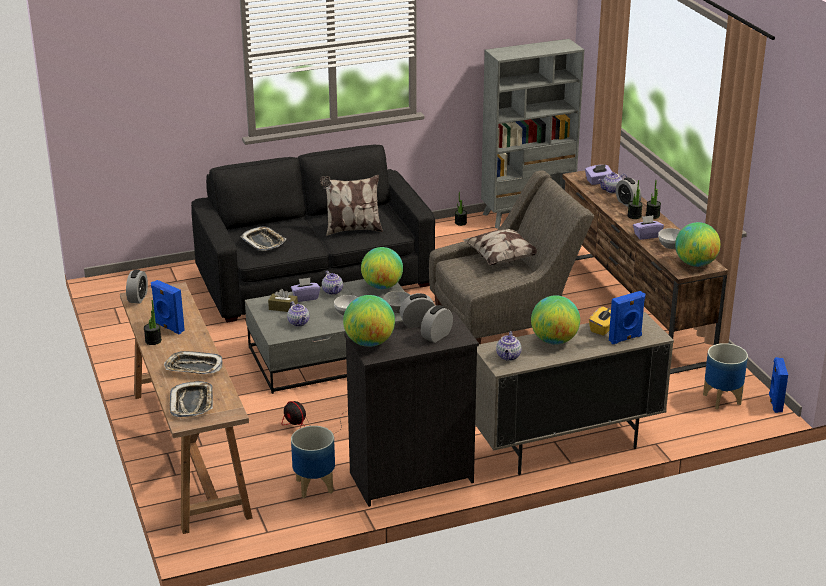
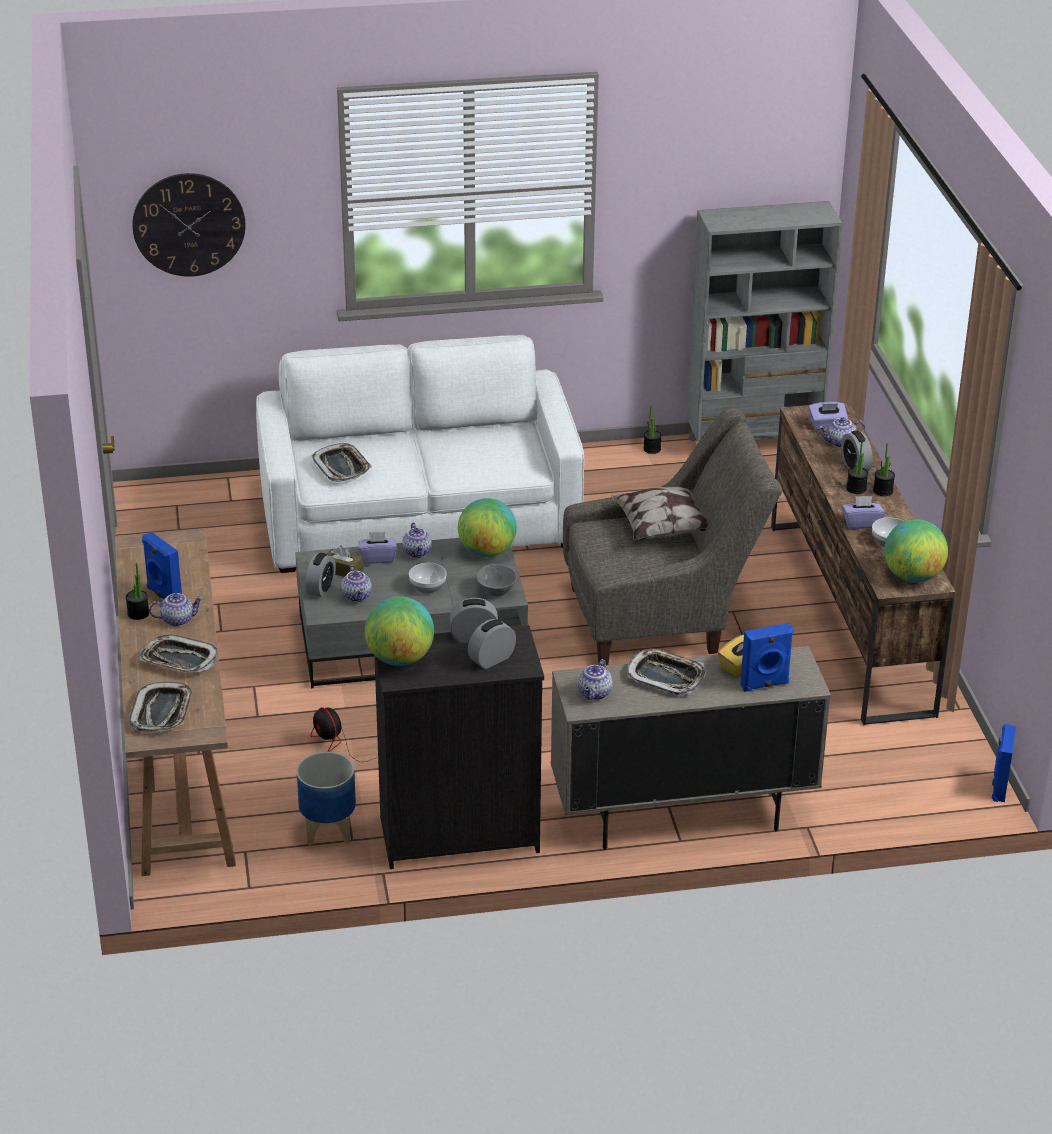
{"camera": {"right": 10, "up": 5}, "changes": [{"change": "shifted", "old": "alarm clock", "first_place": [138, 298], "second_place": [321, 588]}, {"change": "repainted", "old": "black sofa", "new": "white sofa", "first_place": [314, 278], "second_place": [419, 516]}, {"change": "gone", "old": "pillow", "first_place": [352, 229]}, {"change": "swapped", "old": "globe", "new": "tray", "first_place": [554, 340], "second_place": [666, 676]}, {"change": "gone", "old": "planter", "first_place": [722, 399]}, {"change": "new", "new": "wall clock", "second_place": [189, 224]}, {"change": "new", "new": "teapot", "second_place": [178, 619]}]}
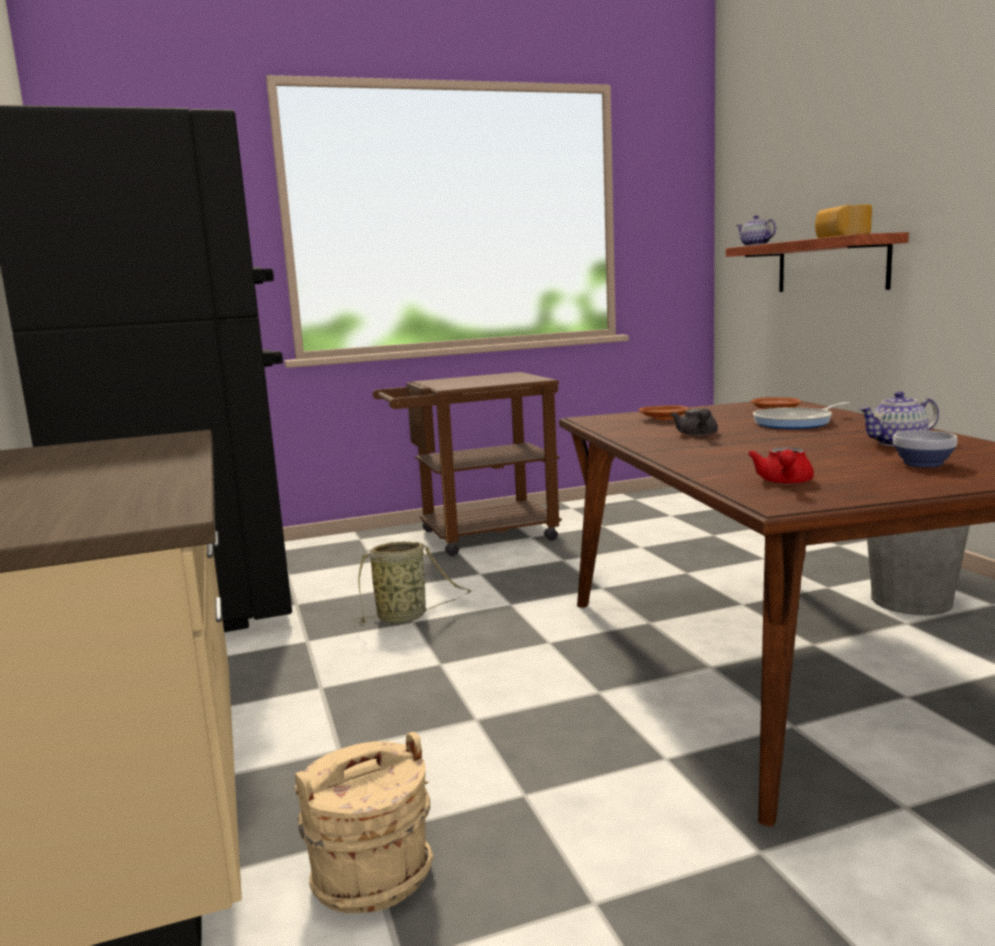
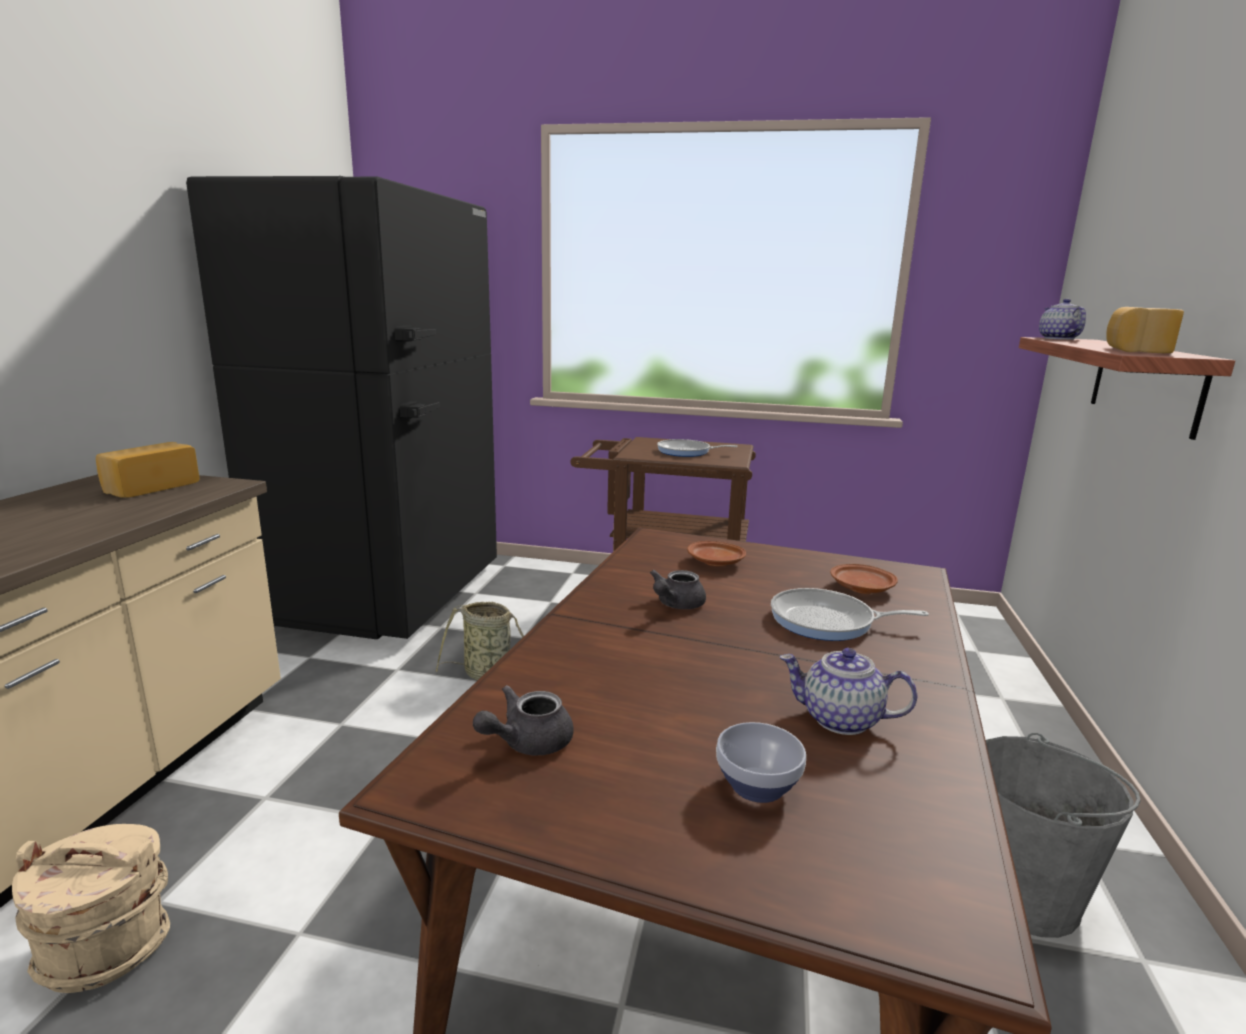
{"camera": {"right": 30, "up": 5}, "changes": [{"change": "repainted", "old": "red teapot", "new": "grey teapot", "first_place": [784, 482], "second_place": [527, 742]}, {"change": "new", "new": "bread", "second_place": [150, 487]}, {"change": "new", "new": "frying pan", "second_place": [686, 452]}]}
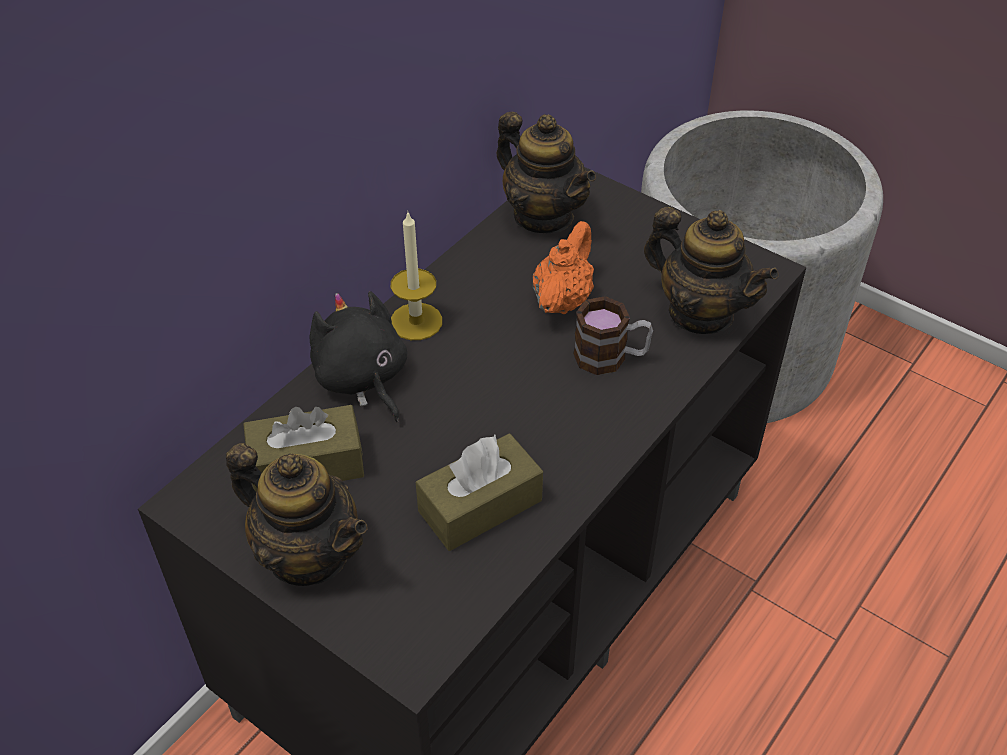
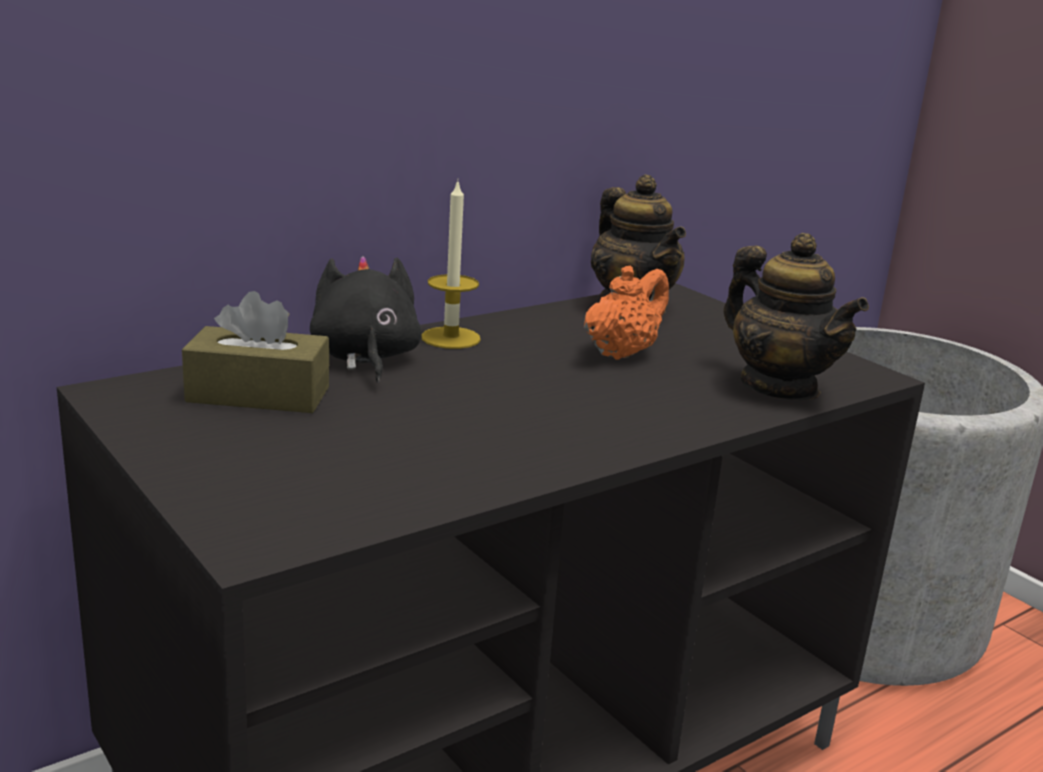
{"camera": {"right": 15, "up": -25}, "changes": [{"change": "gone", "old": "teapot", "first_place": [308, 554]}, {"change": "gone", "old": "brown tissue box", "first_place": [480, 506]}, {"change": "gone", "old": "mug", "first_place": [611, 357]}]}
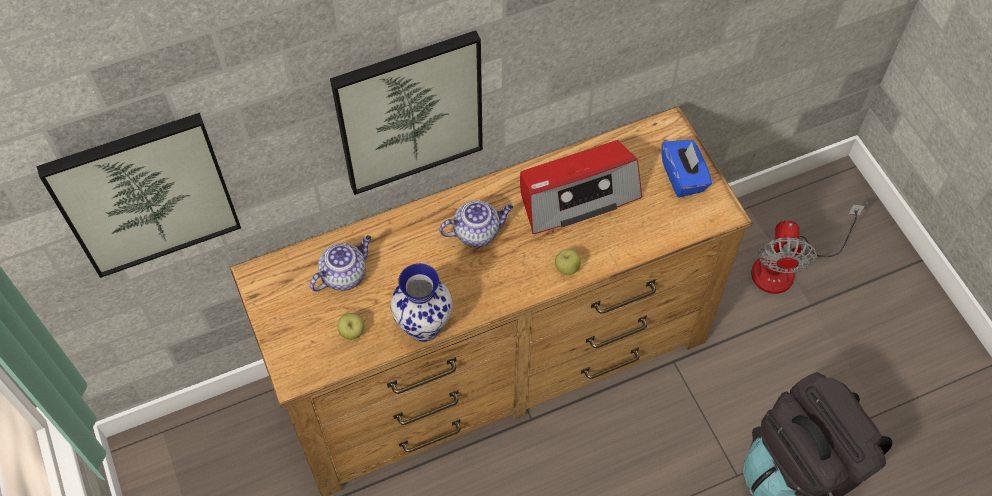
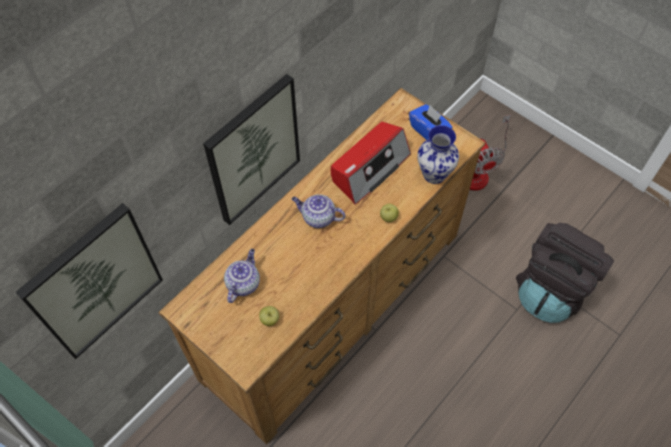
{"camera": {"right": -25, "up": 0}, "changes": [{"change": "shifted", "old": "vase", "first_place": [425, 327], "second_place": [435, 174]}, {"change": "rotated", "old": "teapot", "first_place": [477, 232], "second_place": [318, 218], "degrees": -120}]}
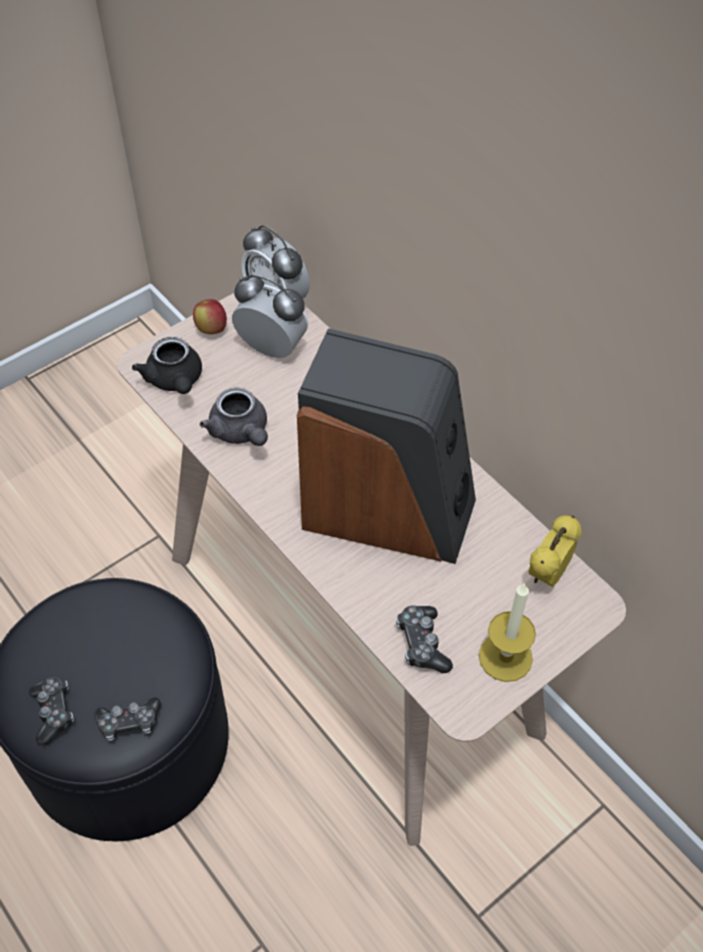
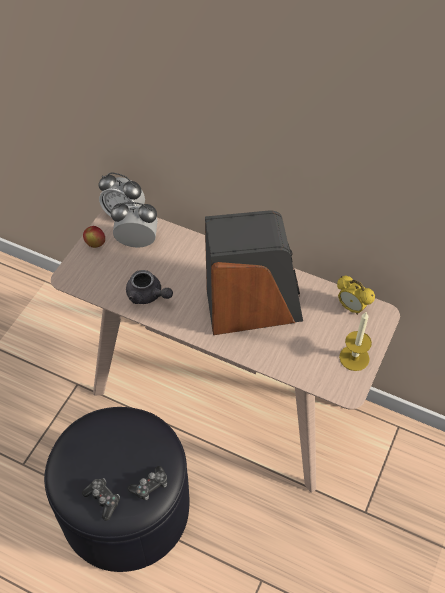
{"camera": {"right": -25, "up": 0}, "changes": [{"change": "gone", "old": "black teapot", "first_place": [175, 381]}, {"change": "gone", "old": "game controller", "first_place": [422, 644]}, {"change": "rotated", "old": "alarm clock", "first_place": [547, 574], "second_place": [351, 308], "degrees": -60}]}
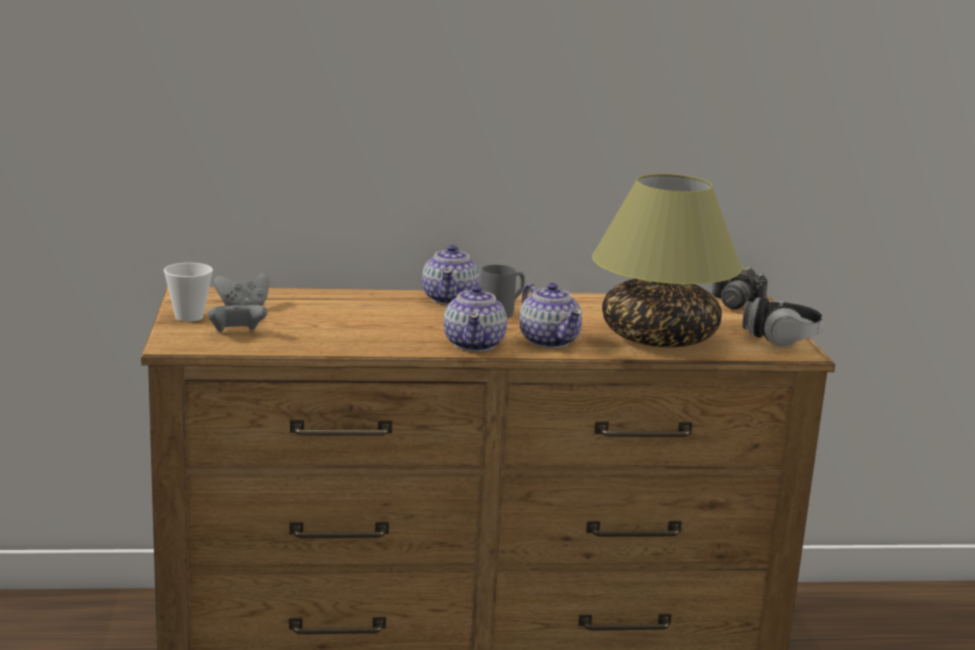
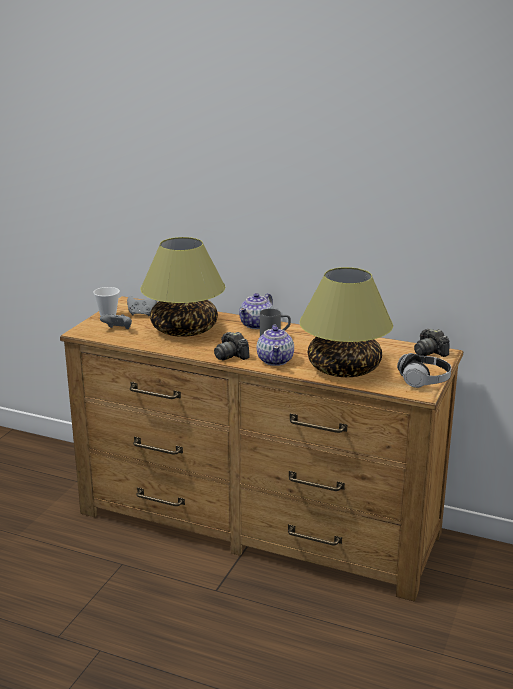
{"camera": {"right": 30, "up": 5}, "changes": [{"change": "swapped", "old": "teapot", "new": "photo camera", "first_place": [475, 344], "second_place": [231, 355]}, {"change": "new", "new": "table lamp", "second_place": [184, 330]}]}
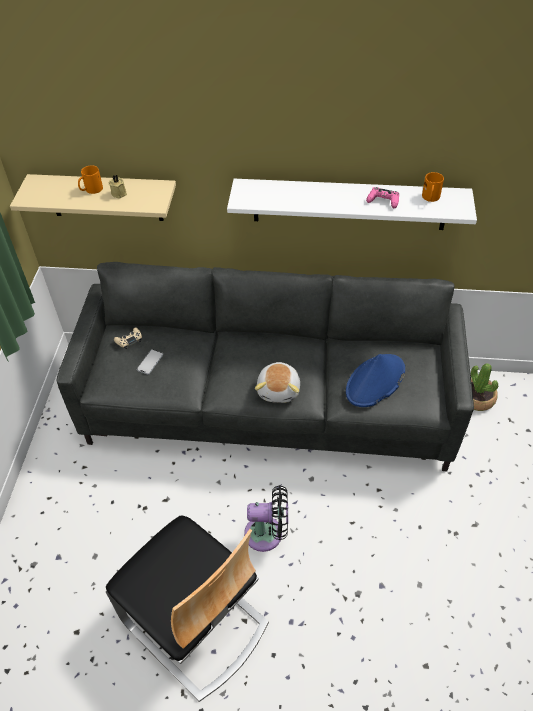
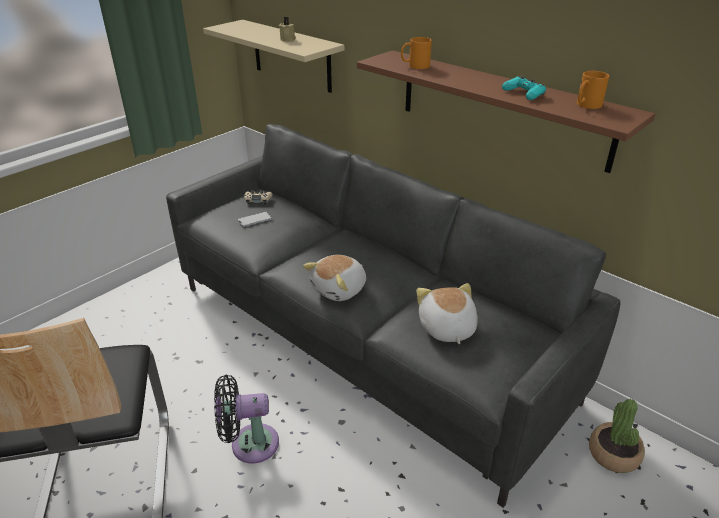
{"camera": {"right": 35, "up": -15}, "changes": [{"change": "shifted", "old": "orange mug", "first_place": [91, 190], "second_place": [415, 66]}, {"change": "repainted", "old": "white shelf", "new": "brown shelf", "first_place": [349, 204], "second_place": [501, 108]}, {"change": "rotated", "old": "black fan", "first_place": [268, 534], "second_place": [249, 444], "degrees": 135}, {"change": "swapped", "old": "blue hat", "new": "plush toy", "first_place": [375, 381], "second_place": [446, 328]}, {"change": "repainted", "old": "pink game controller", "new": "turquoise game controller", "first_place": [383, 201], "second_place": [523, 94]}]}
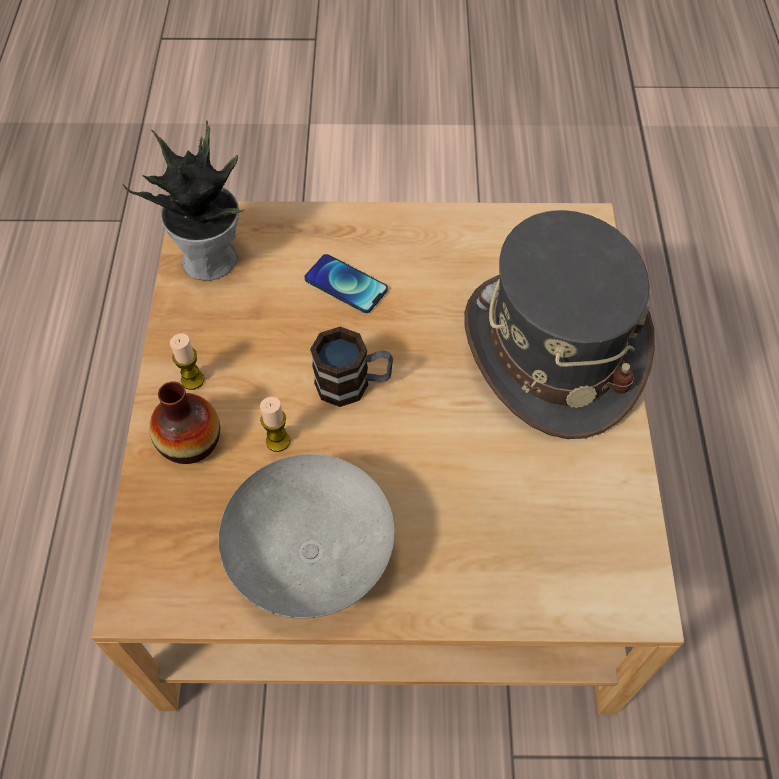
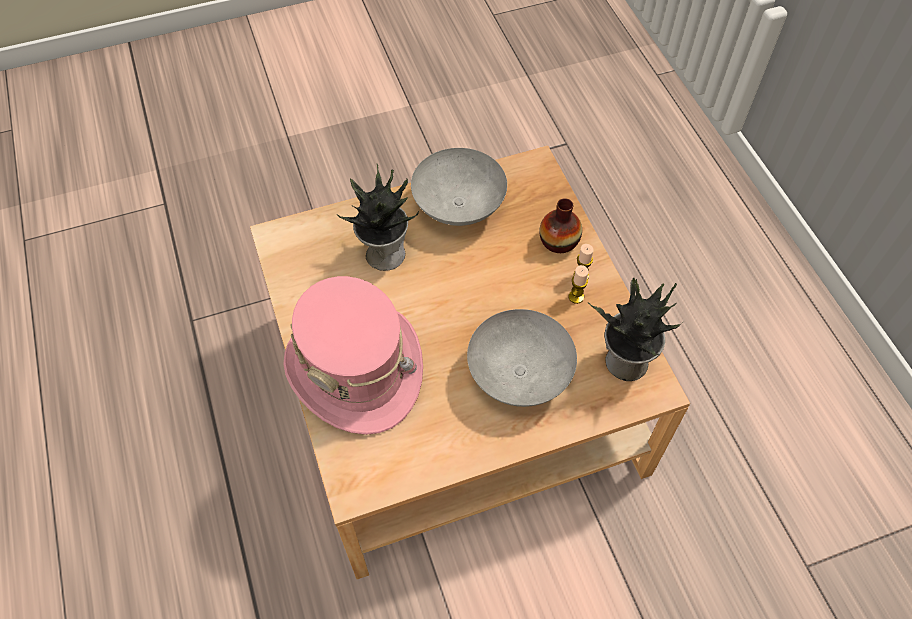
{"camera": {"right": 160, "up": 0}, "changes": [{"change": "shifted", "old": "candle", "first_place": [278, 441], "second_place": [576, 297]}, {"change": "swapped", "old": "phone", "new": "grey bowl", "first_place": [346, 284], "second_place": [519, 373]}, {"change": "gone", "old": "mug", "first_place": [353, 384]}, {"change": "repainted", "old": "grey hat", "new": "pink hat", "first_place": [552, 349], "second_place": [356, 369]}, {"change": "new", "new": "potted plant", "second_place": [384, 253]}]}
